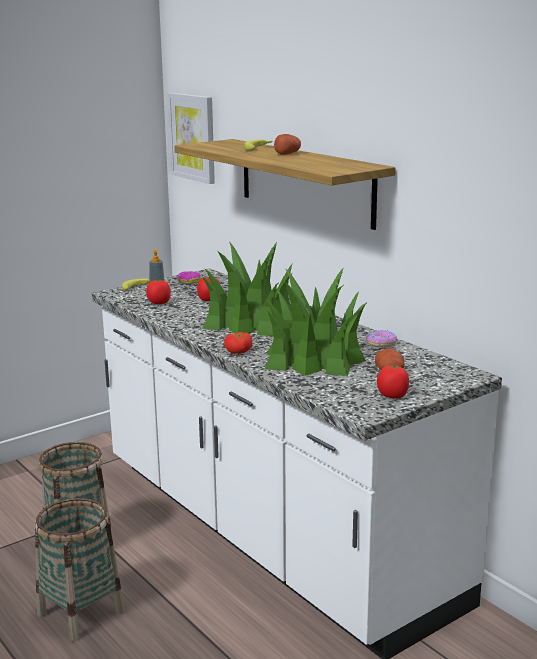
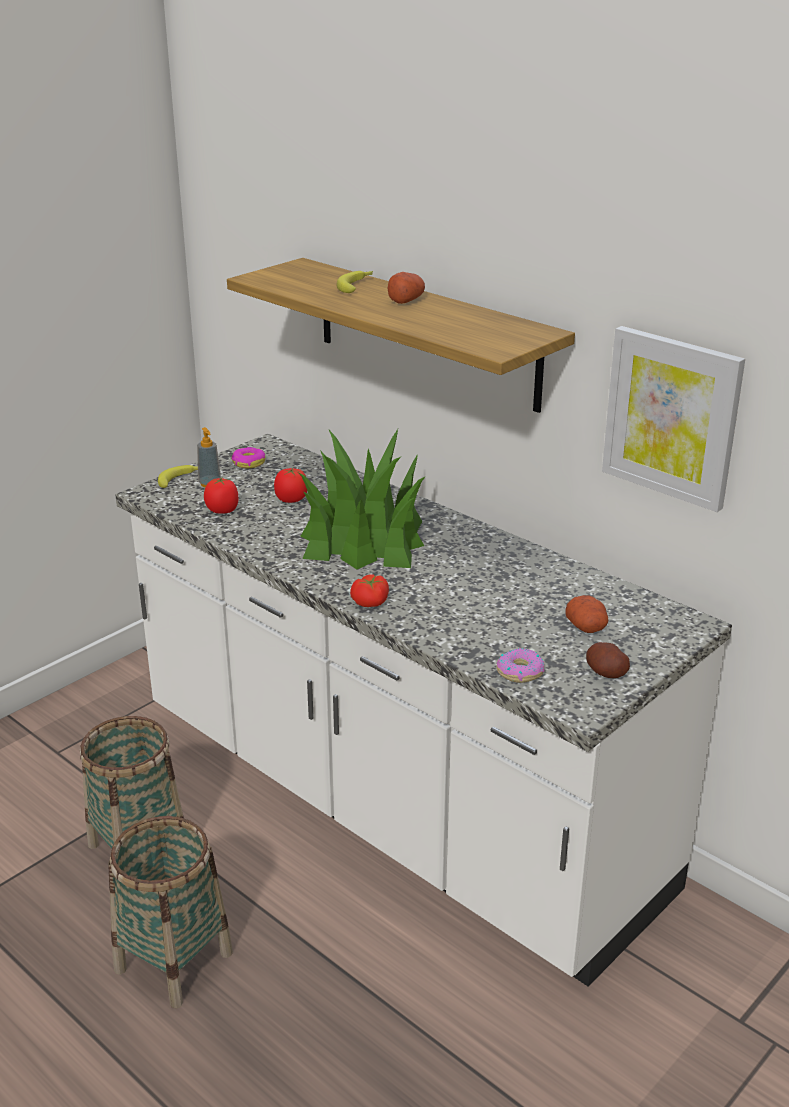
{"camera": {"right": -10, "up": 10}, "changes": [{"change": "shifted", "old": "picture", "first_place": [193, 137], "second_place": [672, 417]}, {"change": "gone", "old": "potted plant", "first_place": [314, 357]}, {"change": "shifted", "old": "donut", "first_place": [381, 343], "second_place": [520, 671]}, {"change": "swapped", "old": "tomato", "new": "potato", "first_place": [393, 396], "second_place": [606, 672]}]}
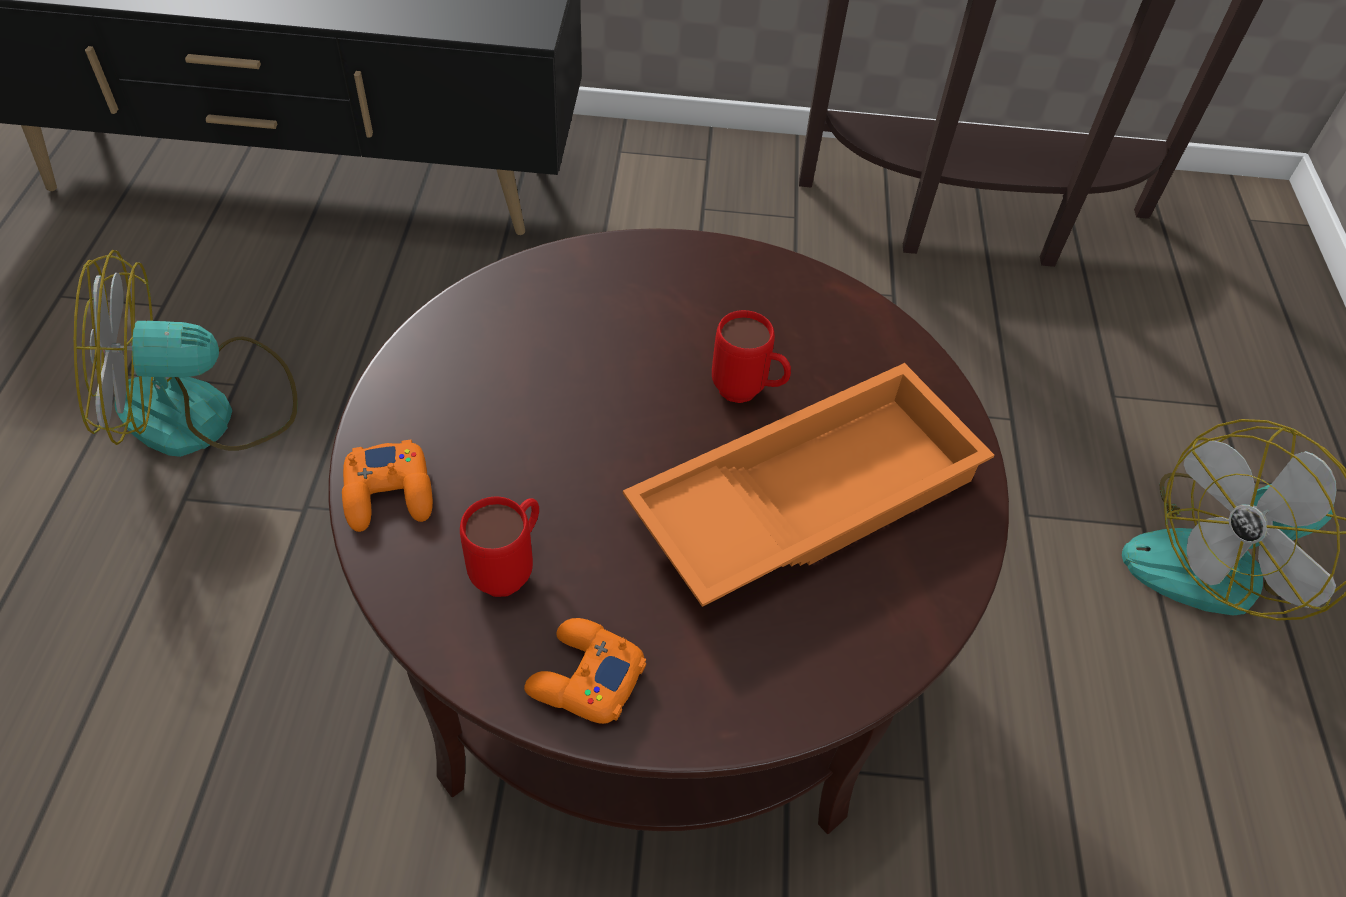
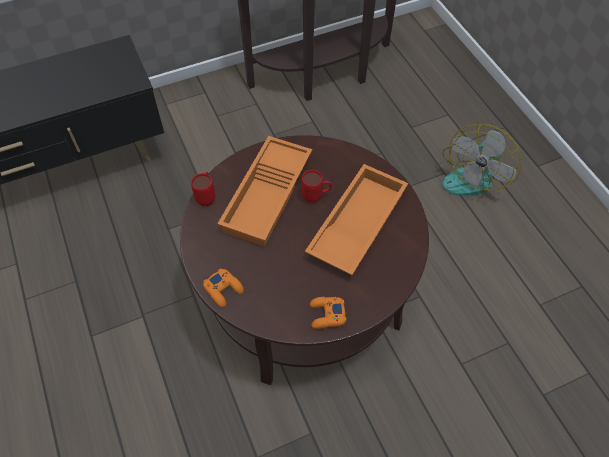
{"camera": {"right": -25, "up": 5}, "changes": [{"change": "gone", "old": "fan", "first_place": [205, 412]}, {"change": "shifted", "old": "red mug", "first_place": [511, 568], "second_place": [207, 197]}, {"change": "new", "new": "orange tray", "second_place": [268, 196]}]}
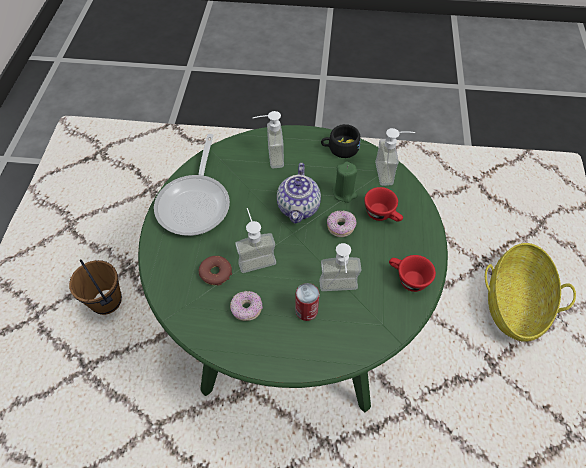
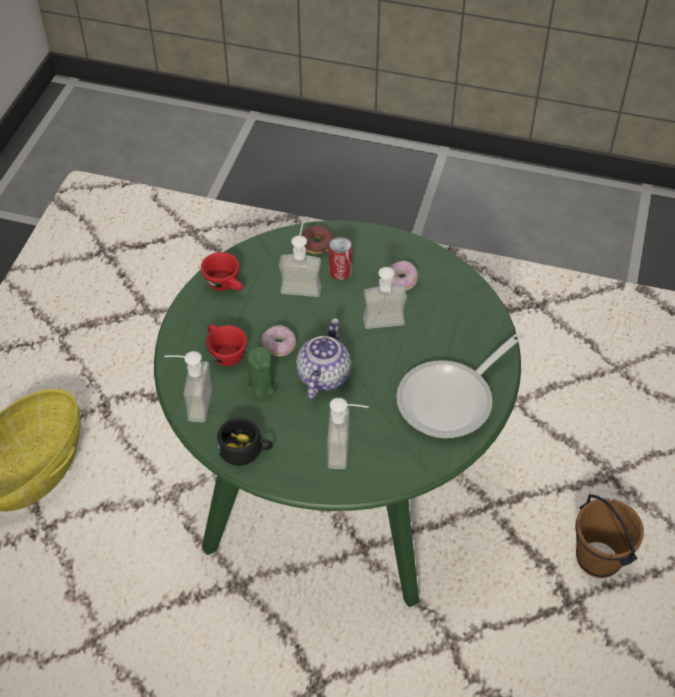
{"camera": {"right": -170, "up": -5}, "changes": [{"change": "rotated", "old": "frying pan", "first_place": [196, 203], "second_place": [451, 400], "degrees": -150}, {"change": "shifted", "old": "donut", "first_place": [215, 273], "second_place": [317, 244]}]}
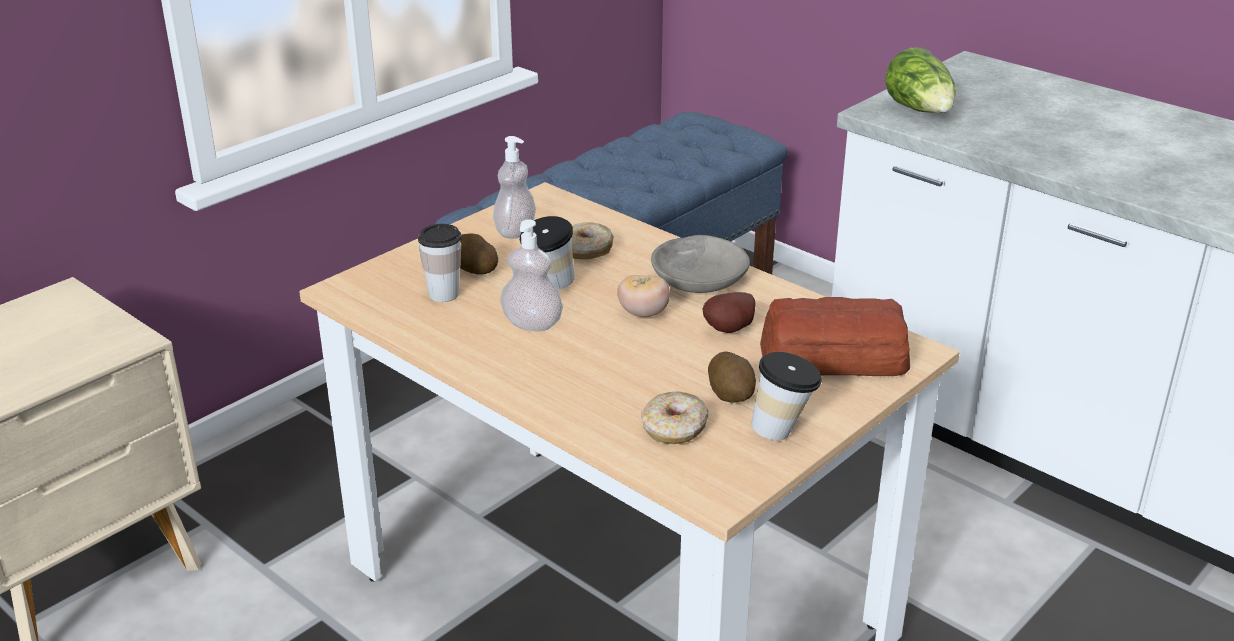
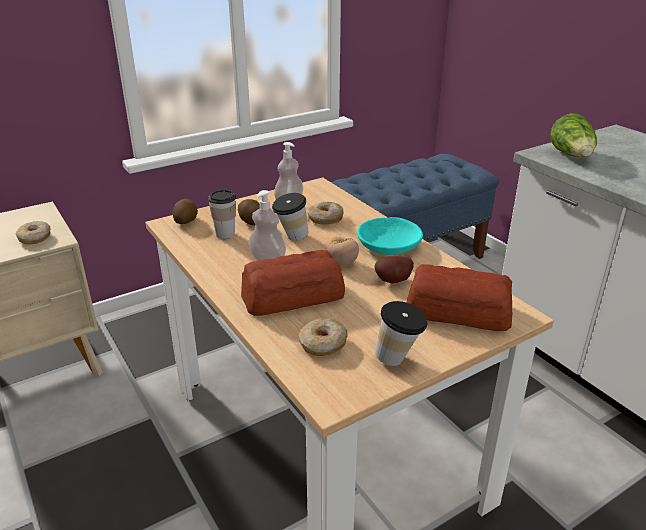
{"camera": {"right": 15, "up": 0}, "changes": [{"change": "repainted", "old": "grey bowl", "new": "turquoise bowl", "first_place": [699, 278], "second_place": [389, 245]}, {"change": "shifted", "old": "potato", "first_place": [731, 394], "second_place": [186, 221]}, {"change": "new", "new": "donut", "second_place": [35, 238]}, {"change": "new", "new": "bread", "second_place": [294, 295]}]}
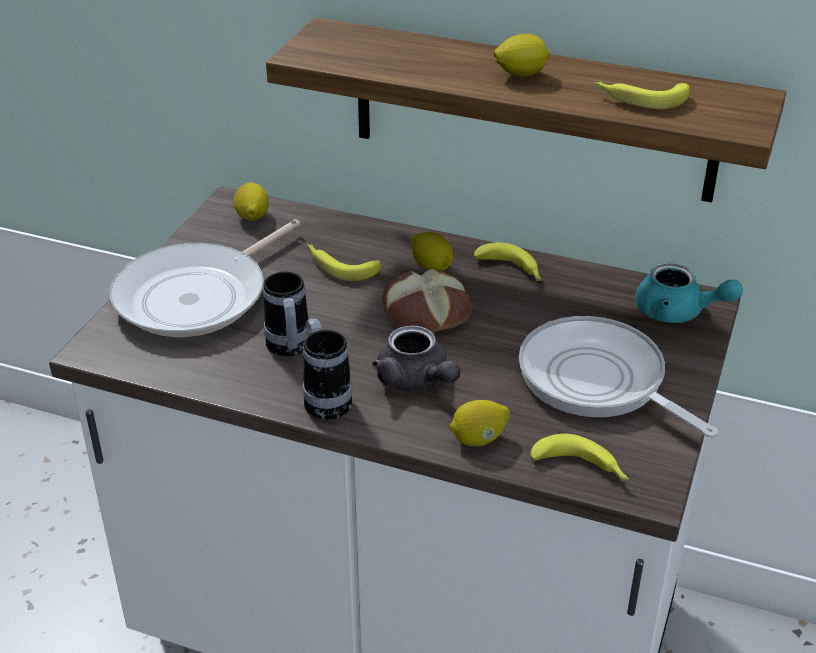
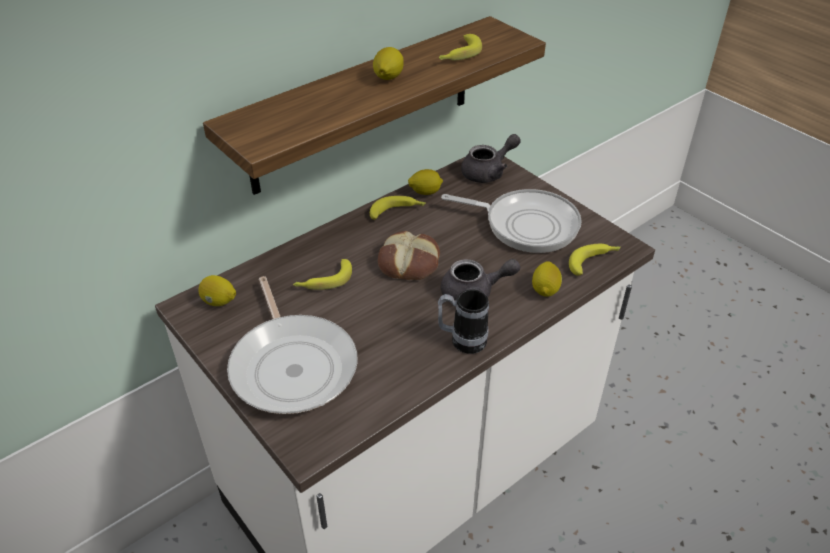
{"camera": {"right": -60, "up": 5}, "changes": [{"change": "gone", "old": "mug", "first_place": [289, 350]}, {"change": "shifted", "old": "lemon", "first_place": [431, 266], "second_place": [425, 192]}, {"change": "rotated", "old": "frying pan", "first_place": [597, 381], "second_place": [526, 225], "degrees": -150}, {"change": "repainted", "old": "turquoise teapot", "new": "grey teapot", "first_place": [678, 312], "second_place": [488, 172]}]}
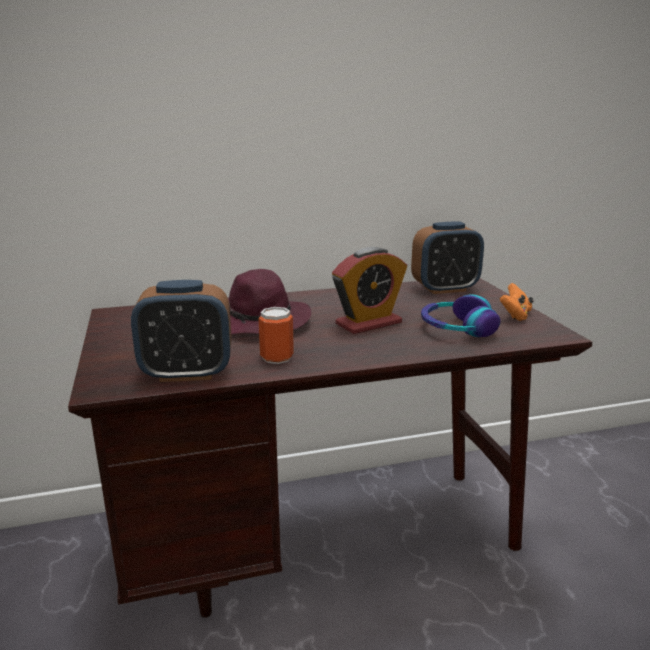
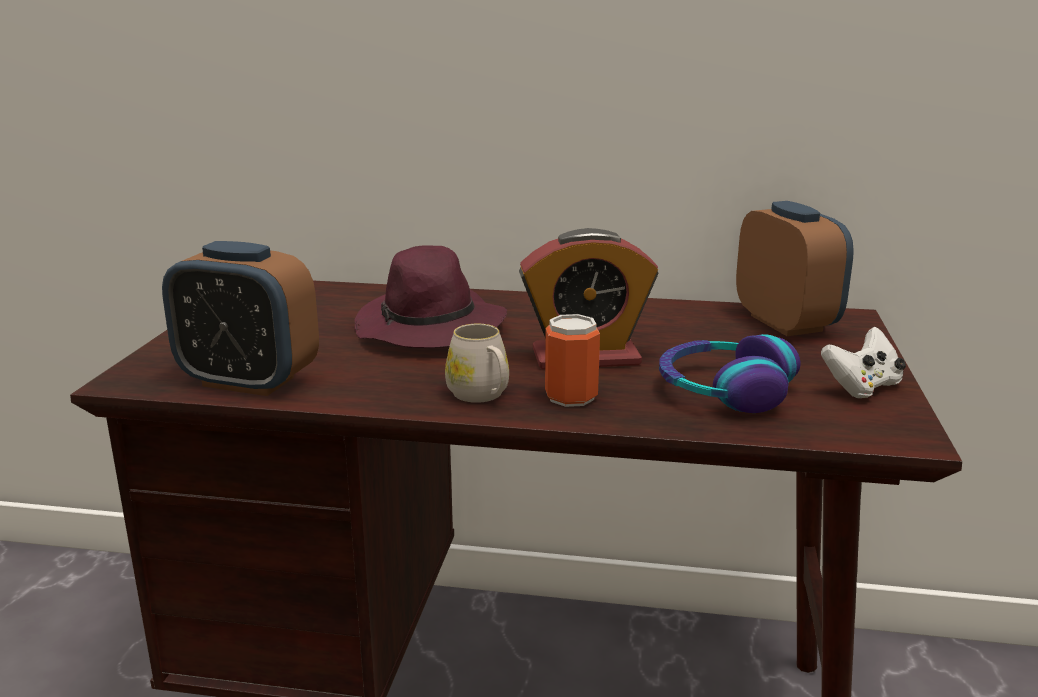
{"camera": {"right": 25, "up": 0}, "changes": [{"change": "shifted", "old": "can", "first_place": [277, 357], "second_place": [571, 397]}, {"change": "rotated", "old": "alarm clock", "first_place": [445, 289], "second_place": [786, 323], "degrees": -120}, {"change": "repainted", "old": "orange game controller", "new": "white game controller", "first_place": [515, 315], "second_place": [862, 387]}, {"change": "new", "new": "white mug", "second_place": [482, 395]}]}
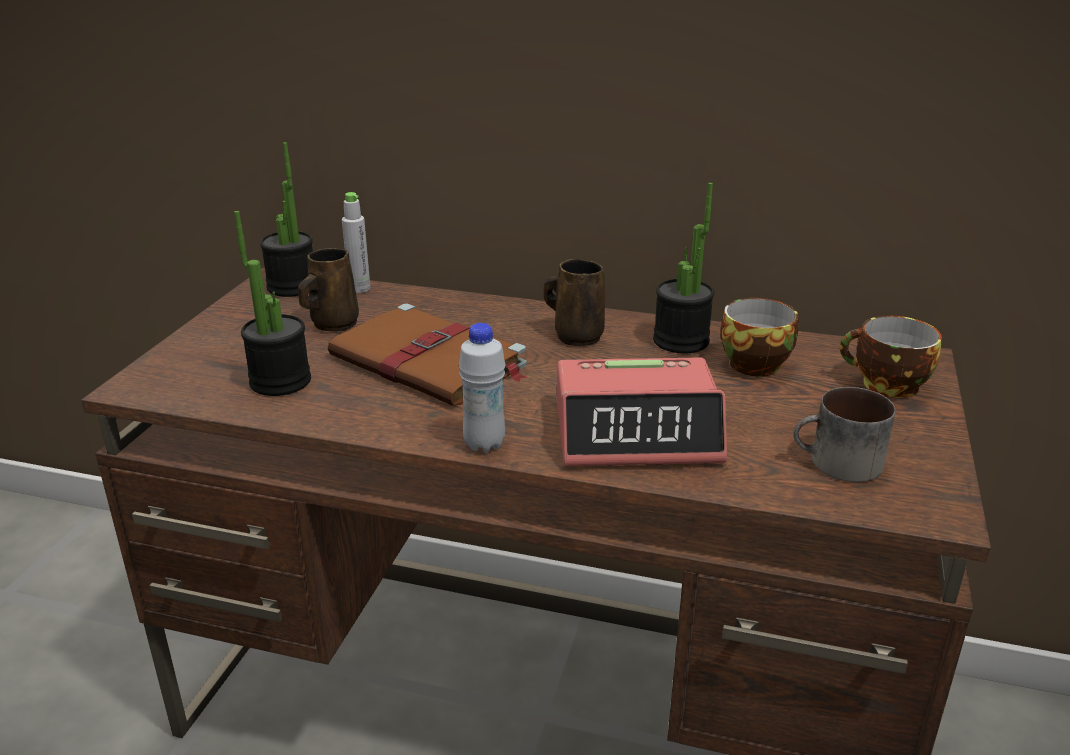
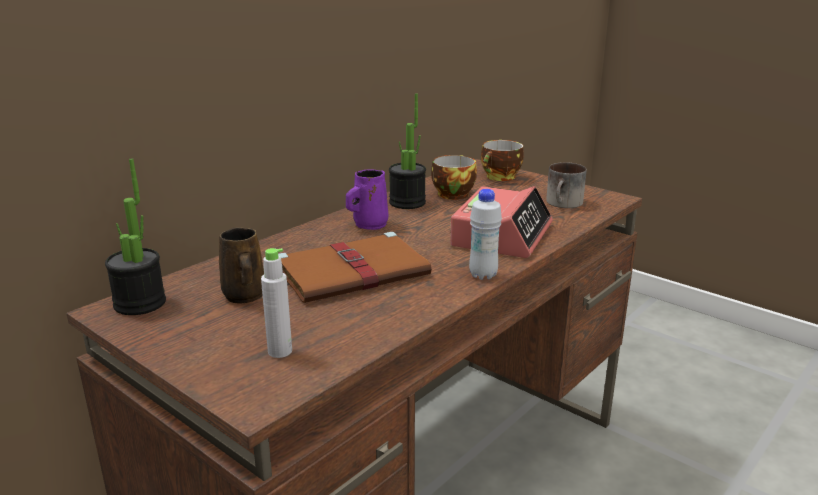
{"camera": {"right": -65, "up": -5}, "changes": [{"change": "gone", "old": "potted plant", "first_place": [280, 381]}, {"change": "shifted", "old": "grey bottle", "first_place": [359, 288], "second_place": [280, 351]}, {"change": "repainted", "old": "brown mug", "new": "purple mug", "first_place": [576, 336], "second_place": [369, 225]}]}
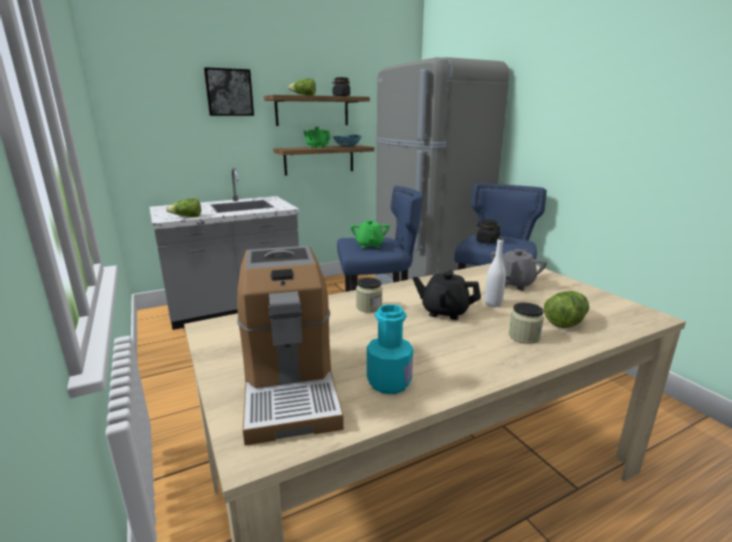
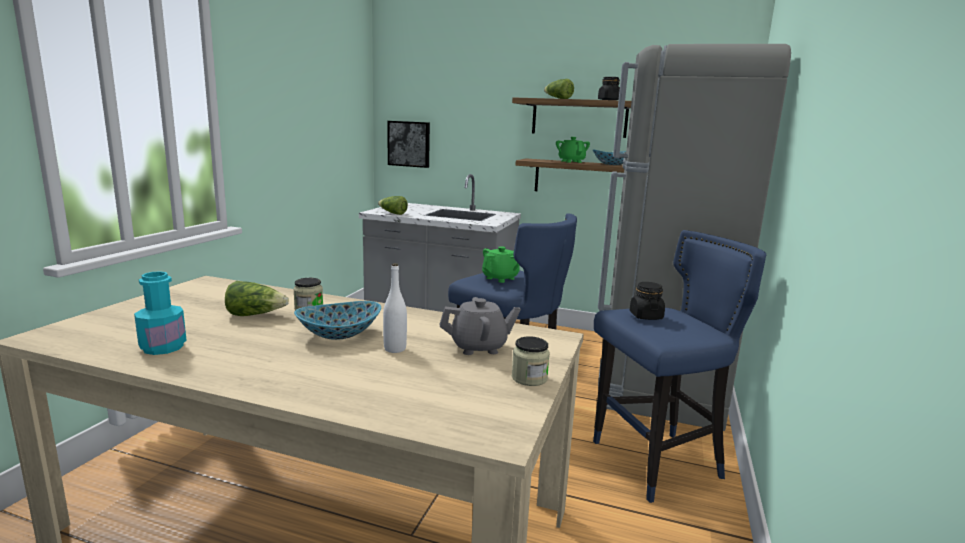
{"camera": {"right": 45, "up": -5}, "changes": [{"change": "shifted", "old": "picture", "first_place": [229, 92], "second_place": [409, 144]}, {"change": "gone", "old": "coffee machine", "first_place": [289, 385]}, {"change": "swapped", "old": "black teapot", "new": "bowl", "first_place": [444, 312], "second_place": [339, 335]}, {"change": "shifted", "old": "jar", "first_place": [524, 336], "second_place": [529, 378]}, {"change": "shifted", "old": "lettuce", "first_place": [565, 321], "second_place": [256, 315]}]}
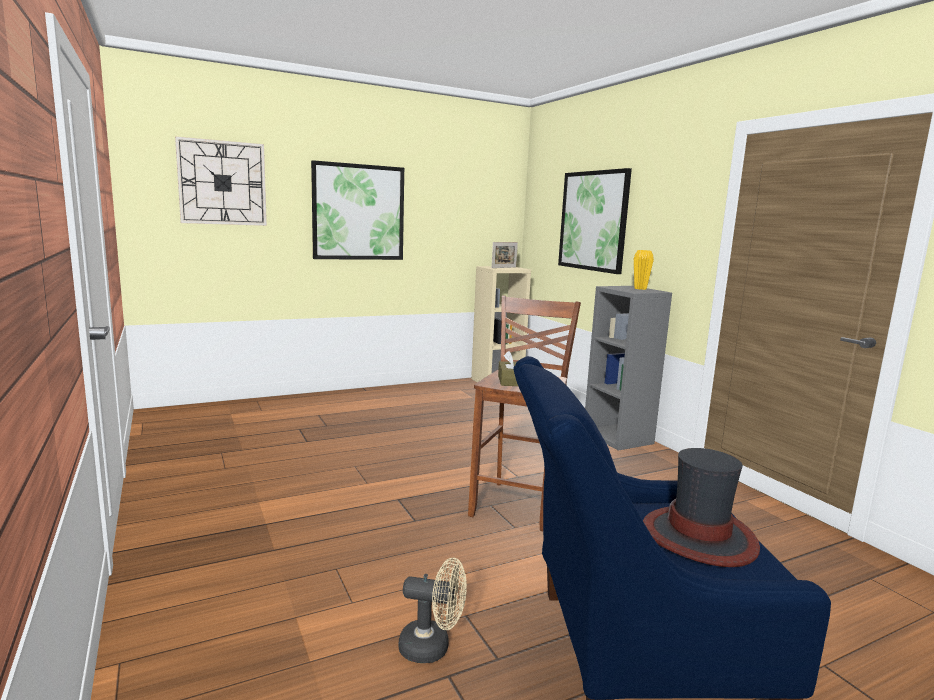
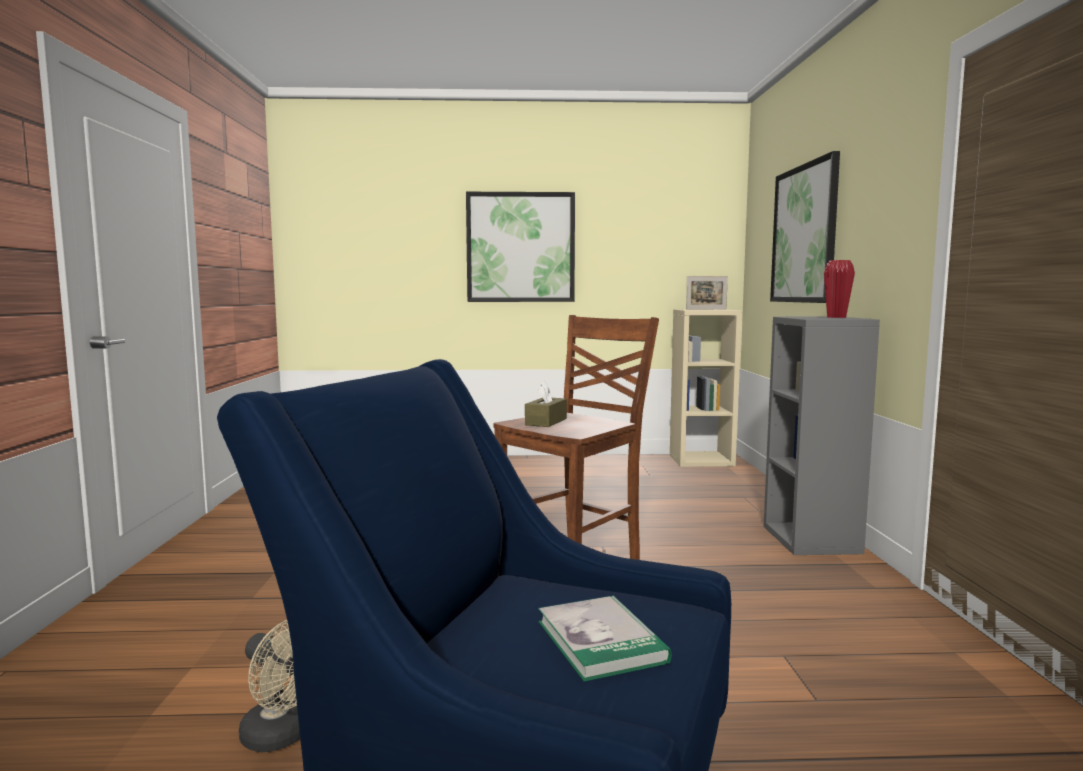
{"camera": {"right": 25, "up": -5}, "changes": [{"change": "gone", "old": "wall clock", "first_place": [222, 183]}, {"change": "repainted", "old": "yellow vase", "new": "red vase", "first_place": [640, 288], "second_place": [836, 317]}, {"change": "swapped", "old": "hat", "new": "book", "first_place": [699, 537], "second_place": [601, 641]}]}
